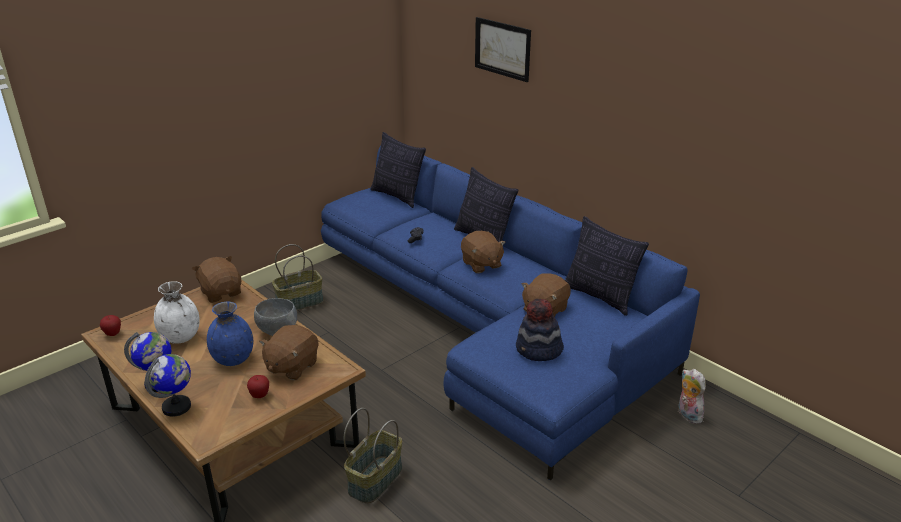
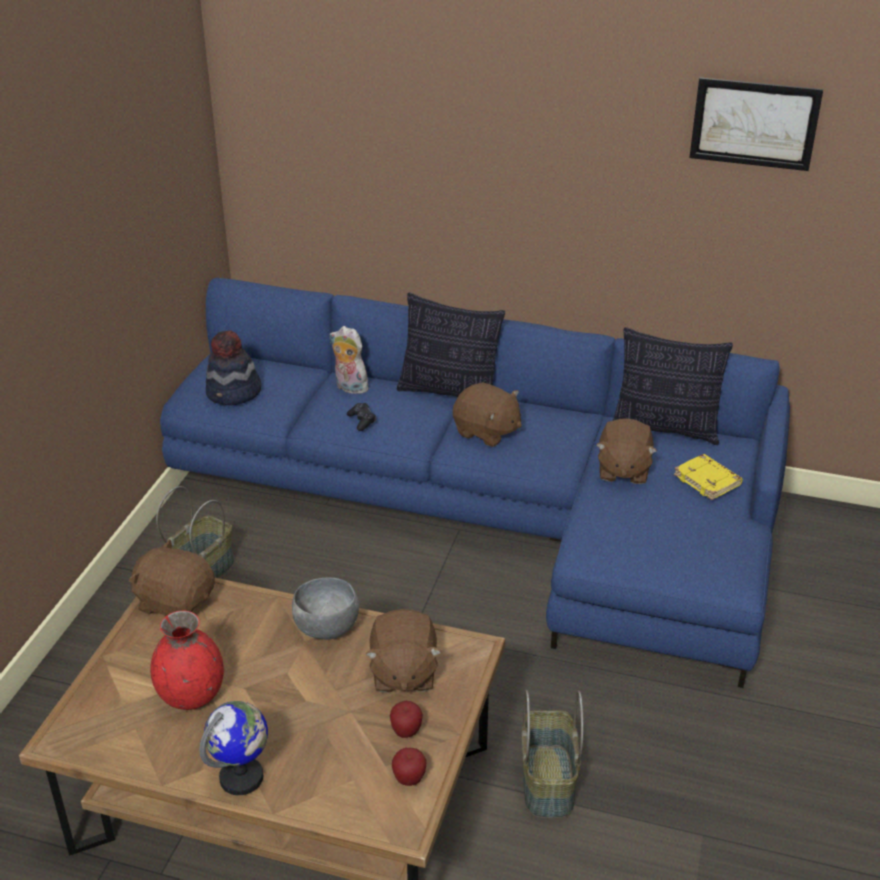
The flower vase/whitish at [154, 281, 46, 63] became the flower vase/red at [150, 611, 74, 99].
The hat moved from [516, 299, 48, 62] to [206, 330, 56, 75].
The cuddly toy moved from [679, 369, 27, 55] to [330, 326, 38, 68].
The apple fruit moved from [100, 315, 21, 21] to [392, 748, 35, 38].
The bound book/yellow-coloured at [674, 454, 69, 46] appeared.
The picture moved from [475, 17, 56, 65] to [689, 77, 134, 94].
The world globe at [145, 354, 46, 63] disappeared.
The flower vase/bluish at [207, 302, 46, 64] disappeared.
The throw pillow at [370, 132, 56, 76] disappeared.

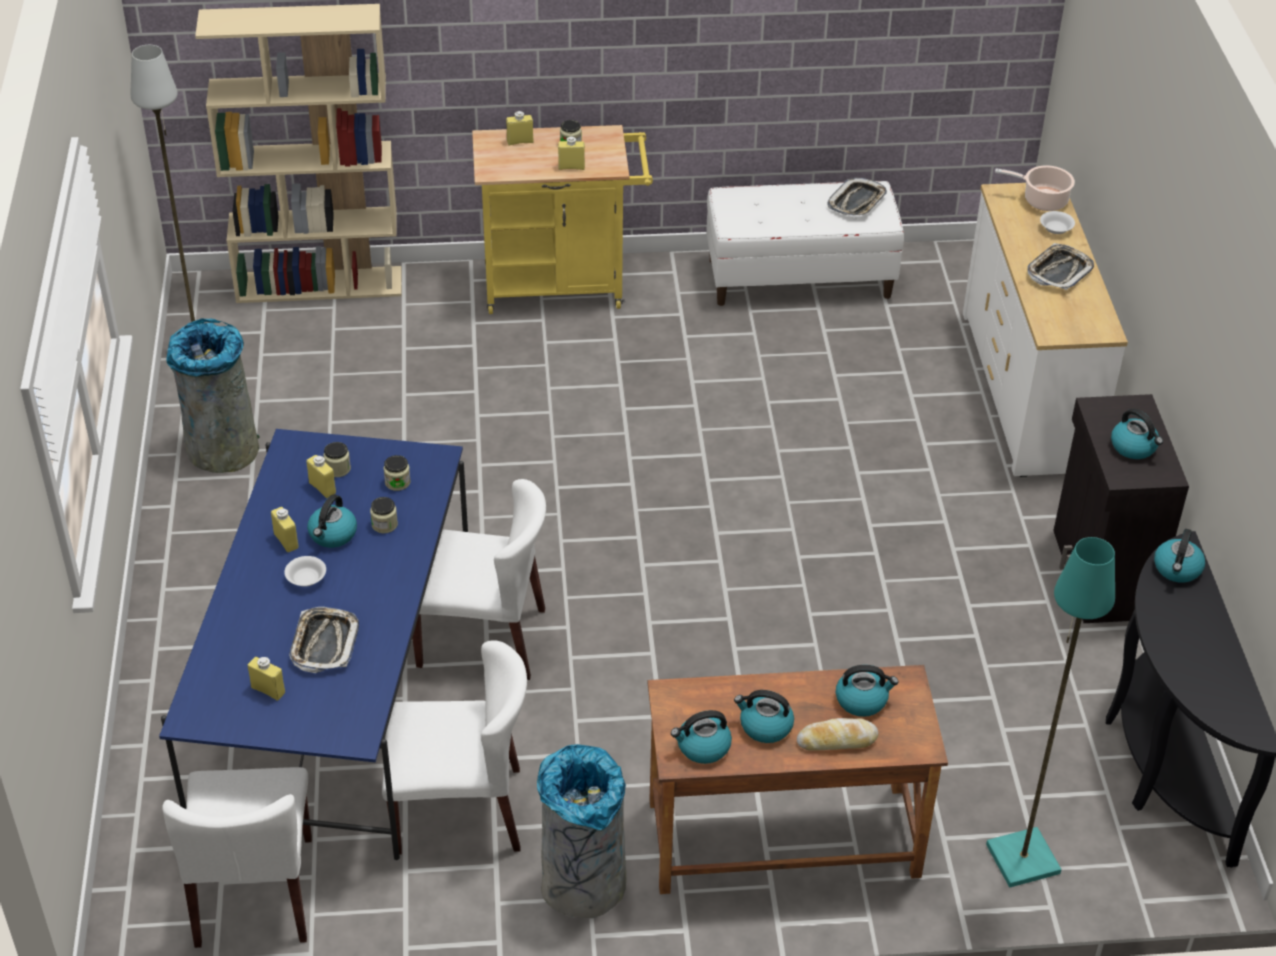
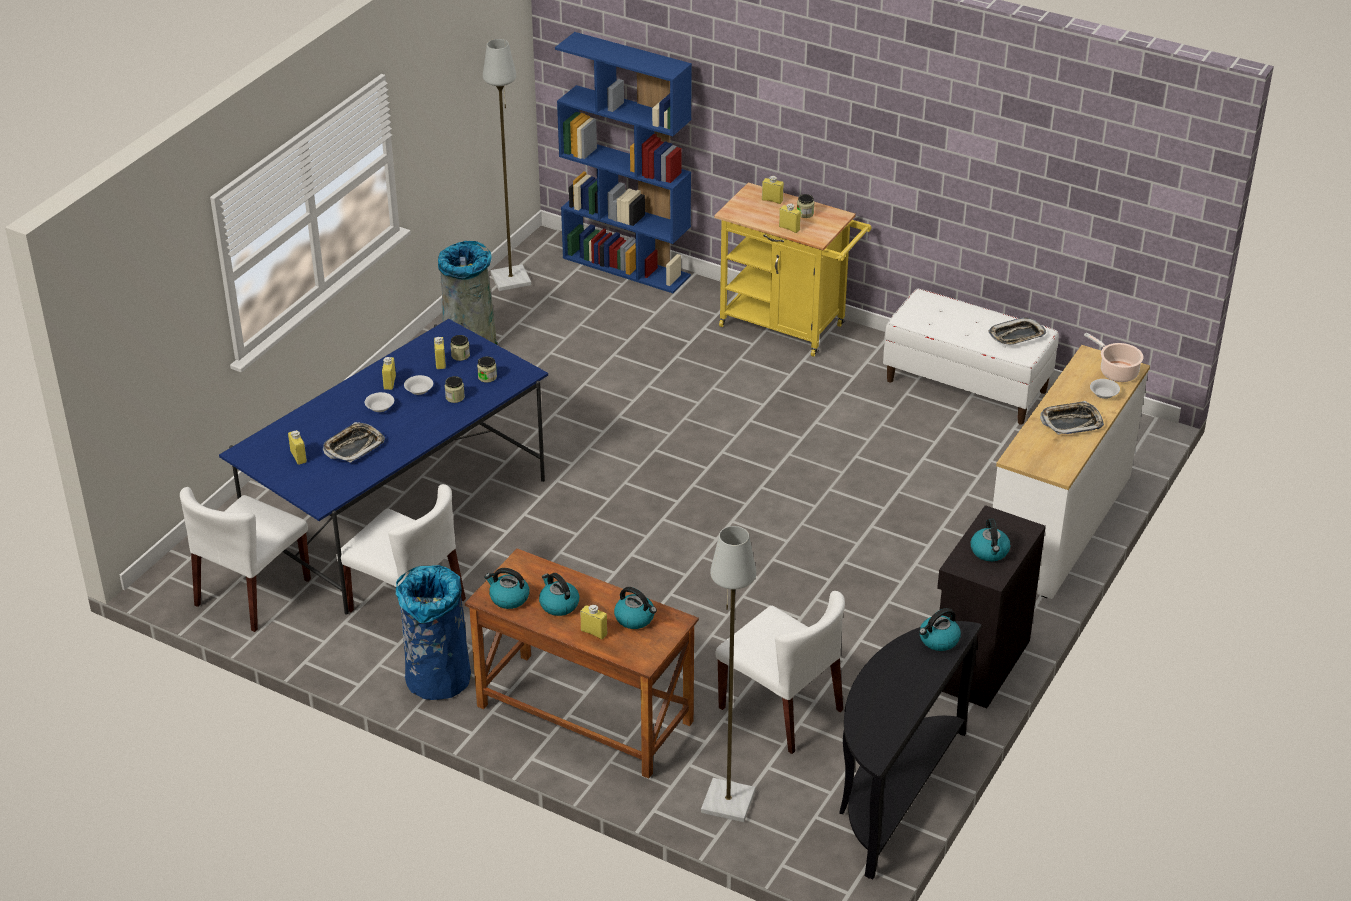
The trash can/grey at [537, 744, 89, 174] became the trash can/bluish at [396, 565, 75, 135].
The water kettle at [307, 494, 50, 54] was replaced by the deep dish/whitish at [404, 375, 29, 20].
The bookcase/sand-coloured at [195, 4, 207, 299] became the bookcase/bluish at [555, 32, 137, 261].
The bread at [797, 718, 82, 33] was replaced by the bottle/yellow-coloured at [580, 605, 27, 34].
The floor lamp/turquoise-coloured at [986, 537, 129, 350] became the floor lamp/grey at [701, 526, 55, 296].
The upright chair/whitish moved from [412, 479, 134, 201] to [715, 591, 130, 163].

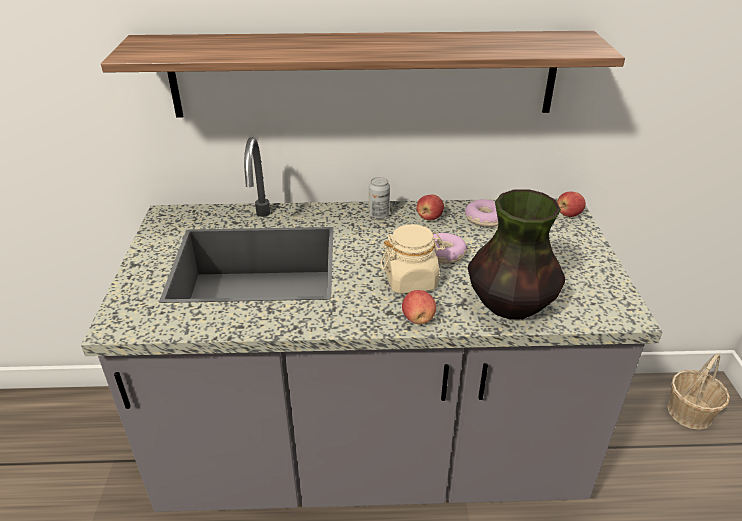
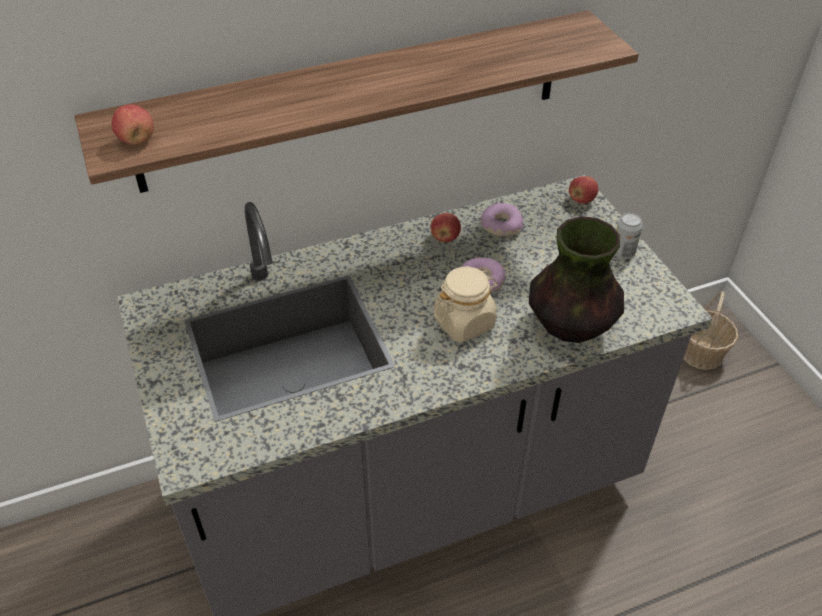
The apple fruit moved from [402, 290, 34, 34] to [112, 104, 42, 41].
The sealed can moved from [369, 177, 21, 42] to [615, 213, 28, 46].

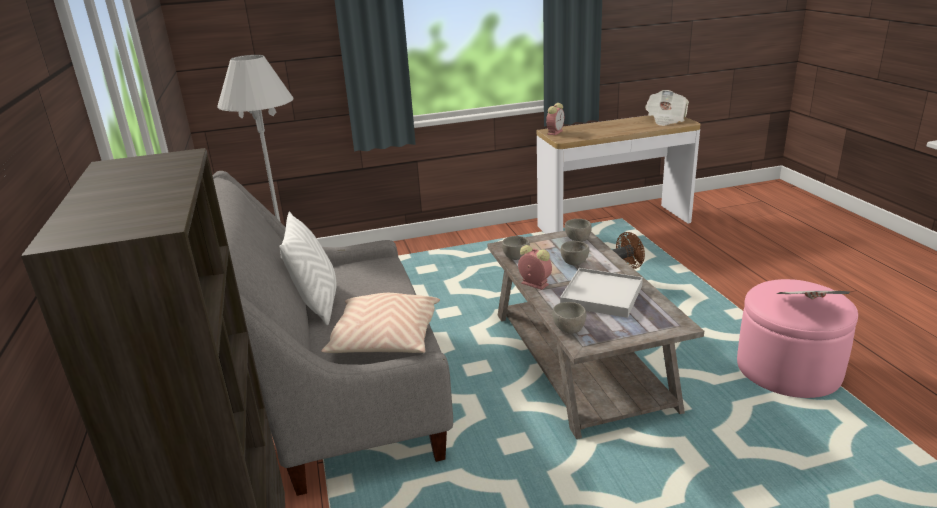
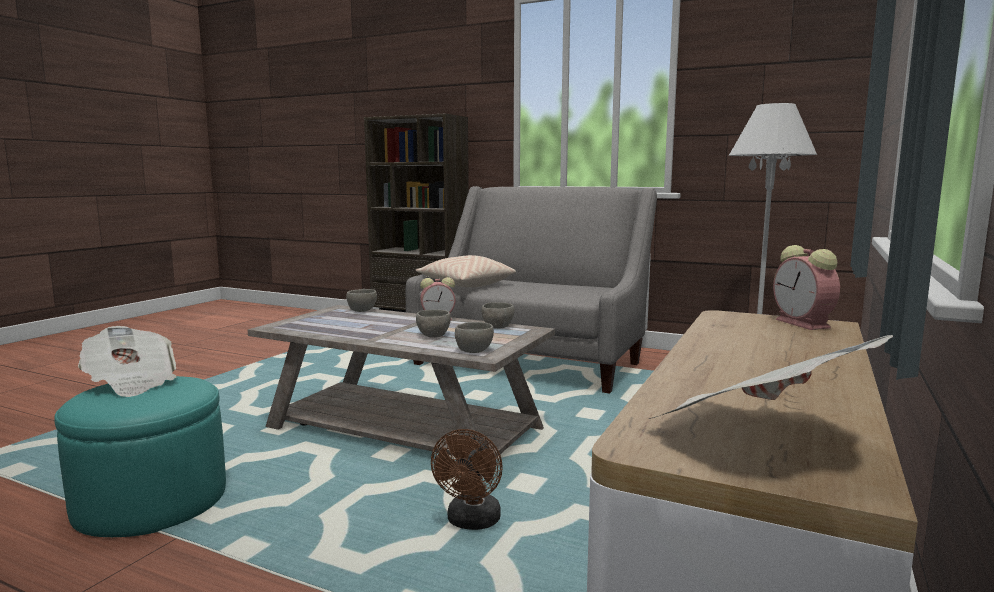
The ottoman/pink-coloured at [737, 279, 121, 119] became the ottoman/turquoise-coloured at [55, 376, 171, 161].
The throw pillow/whitish at [279, 211, 58, 114] disappeared.
The serving tray/whitish at [560, 268, 83, 50] disappeared.

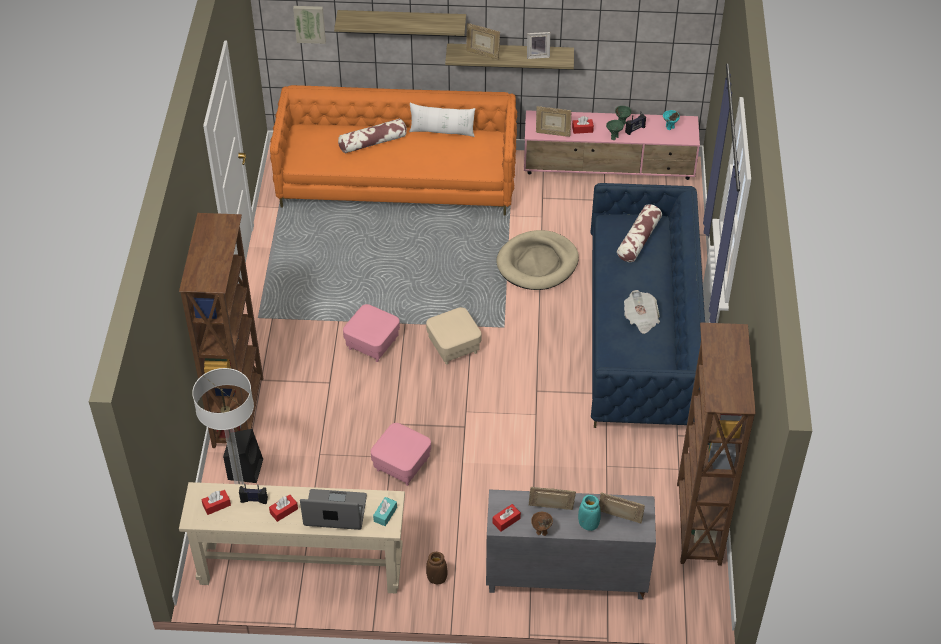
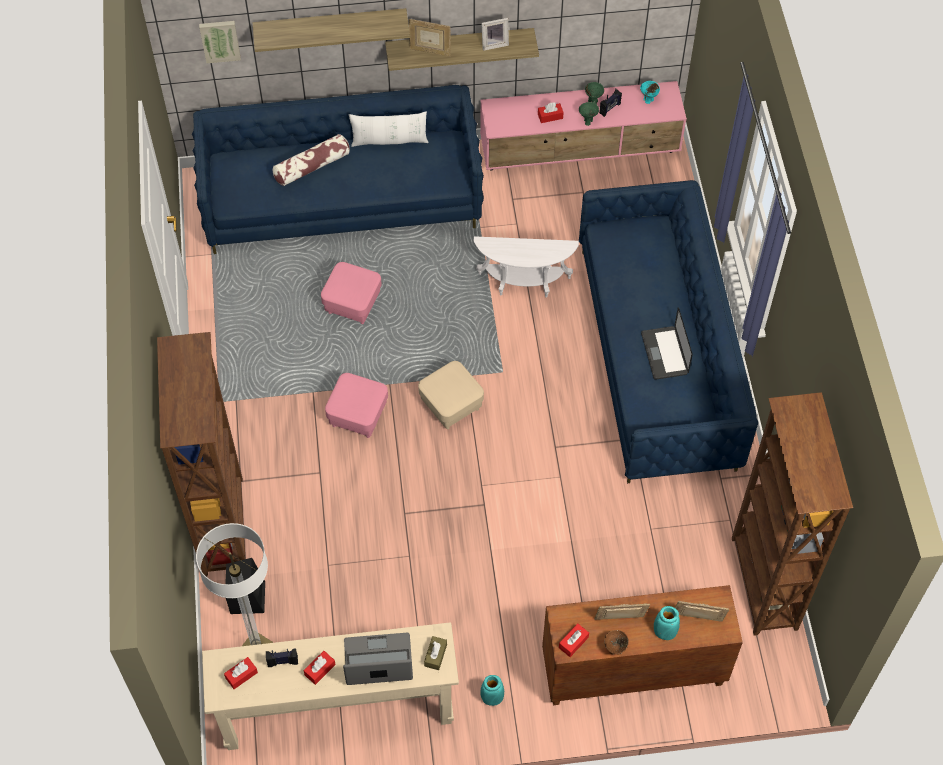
The settee/orange at [270, 85, 247, 131] became the settee/bluish at [192, 85, 292, 169].
The ottoman/pink-coloured moved from [371, 423, 60, 63] to [321, 262, 61, 62].
The box of tissues/turquoise-coloured at [373, 497, 24, 29] became the box of tissues/brown at [424, 636, 23, 34].
The dog bed/sand-coloured at [496, 230, 83, 60] was replaced by the end table/whitish at [474, 236, 105, 61].
The flower vase/brown at [426, 552, 21, 32] became the flower vase/turquoise-coloured at [480, 675, 24, 31].
The cabinet/grey at [486, 489, 170, 110] became the cabinet/brown at [542, 585, 201, 120].
The printed paper at [624, 290, 36, 44] was replaced by the notebook computer at [641, 307, 52, 73].
The photo frame at [536, 106, 36, 31] disappeared.
The throw pillow at [617, 204, 45, 58] disappeared.

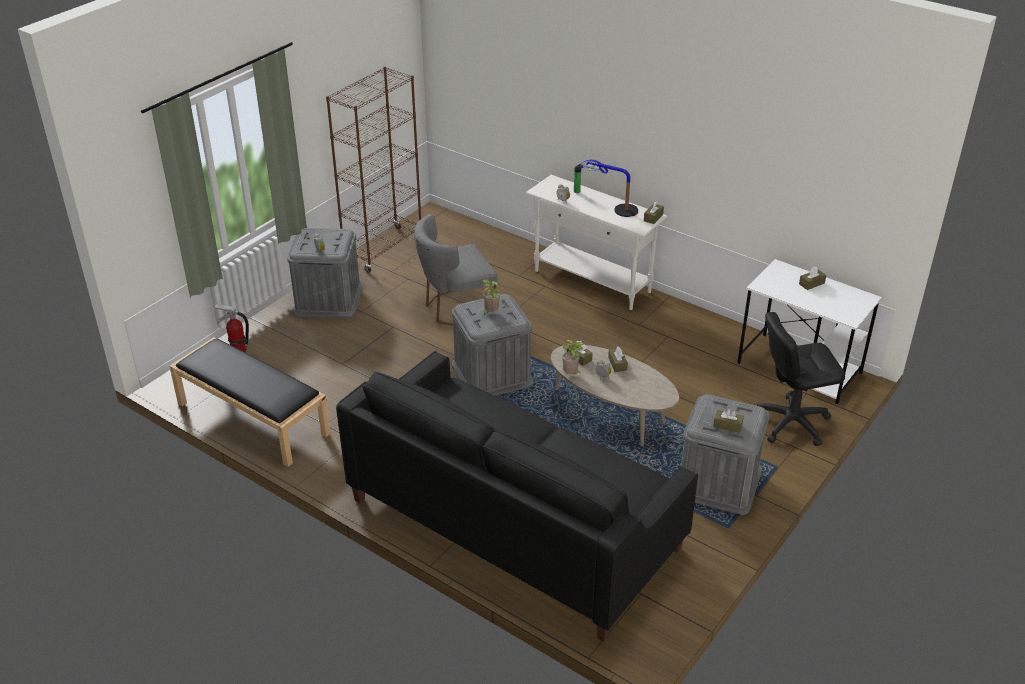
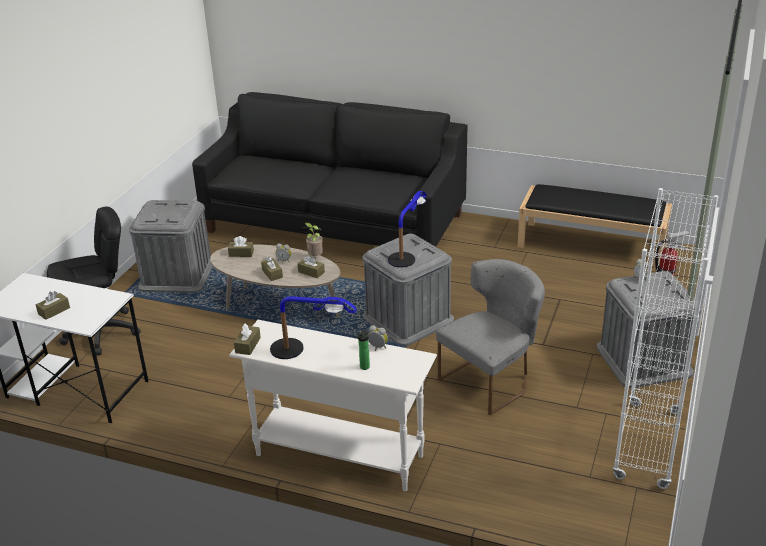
The box of tissues/brown moved from [713, 409, 31, 24] to [228, 236, 26, 21].
The potted plant at [481, 279, 19, 37] was replaced by the table lamp at [388, 191, 39, 77].
The bookcase/brown at [326, 66, 95, 206] became the bookcase/whitish at [612, 188, 107, 301].

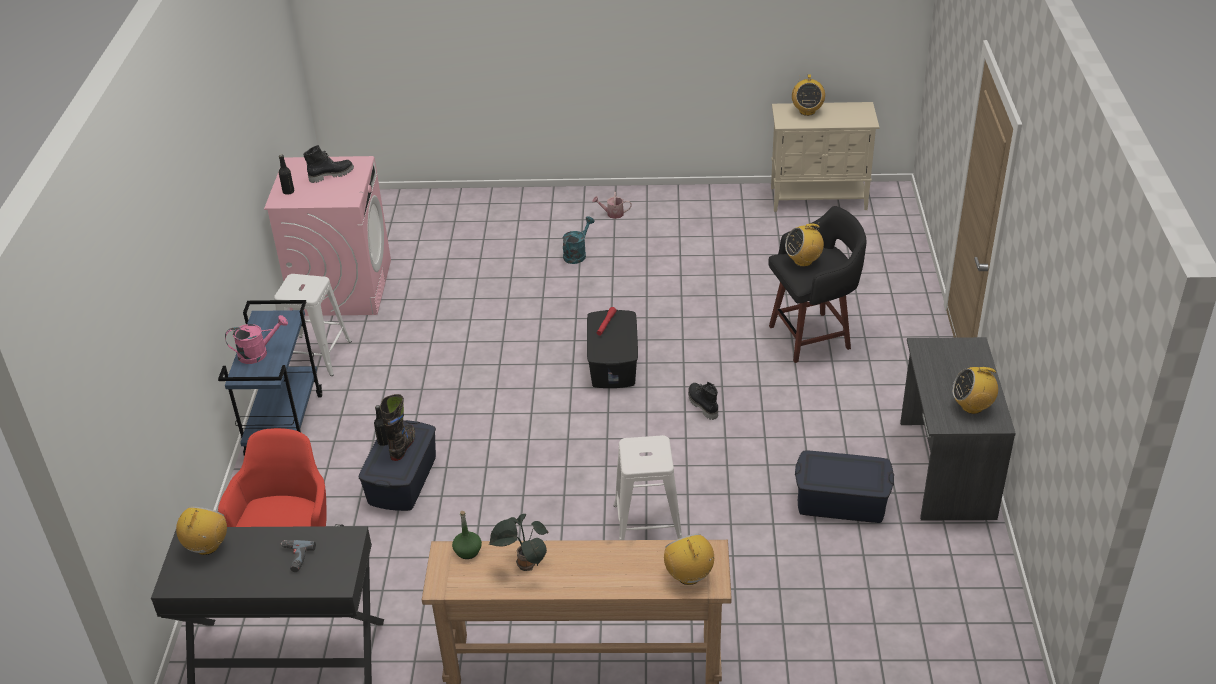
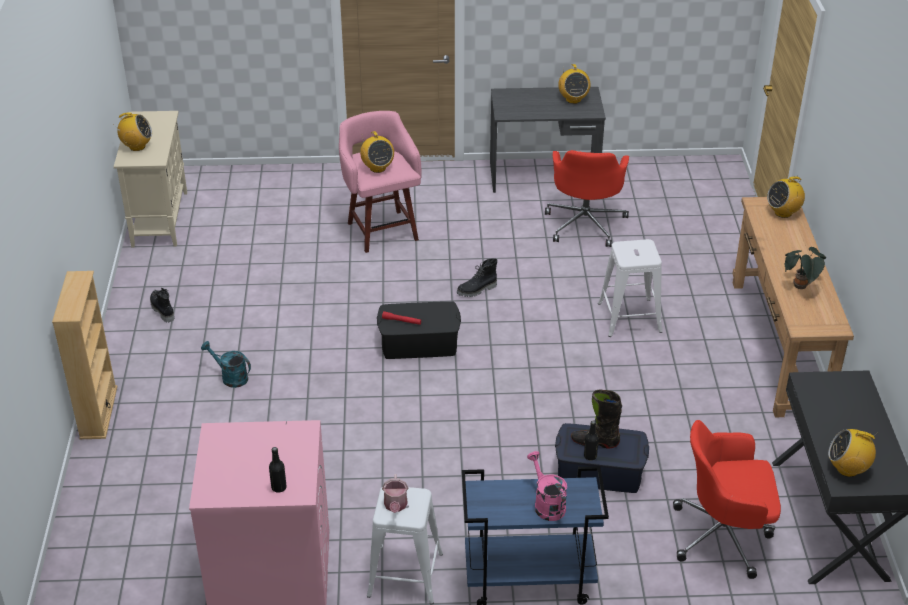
The bookcase/sand-coloured at [52, 271, 65, 168] appeared.
The tall boot/black moved from [303, 145, 51, 38] to [150, 288, 24, 35].
The sitting stool/black at [768, 206, 98, 157] became the sitting stool/pink-coloured at [339, 111, 83, 142].
The sprinkling can moved from [592, 192, 40, 27] to [382, 474, 26, 39].
The storage bin/bluish at [795, 450, 99, 73] was replaced by the office chair/red at [545, 150, 84, 97].
The electric drill at [281, 540, 35, 32] disappeared.
The bottle/greenish at [452, 511, 30, 48] disappeared.

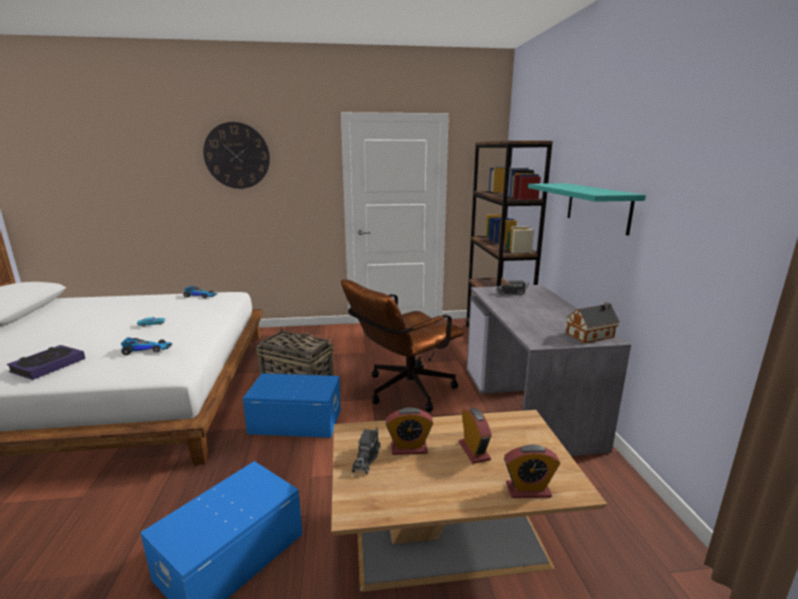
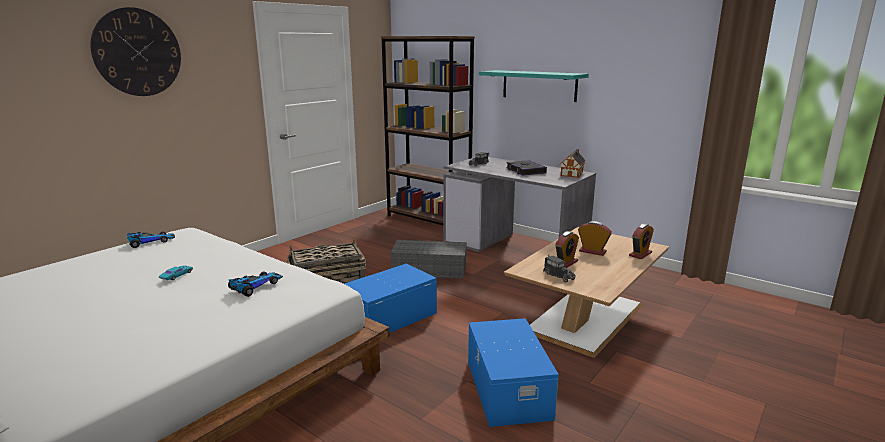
The office chair/brown at [341, 279, 123, 133] was replaced by the storage bin/grey at [390, 240, 77, 39].
The bound book moved from [7, 345, 78, 35] to [506, 160, 41, 15].

